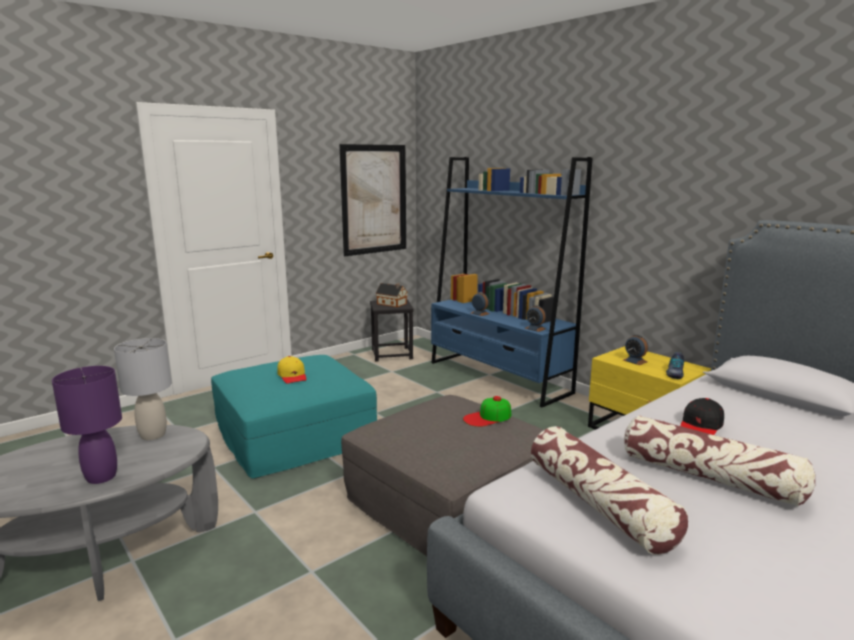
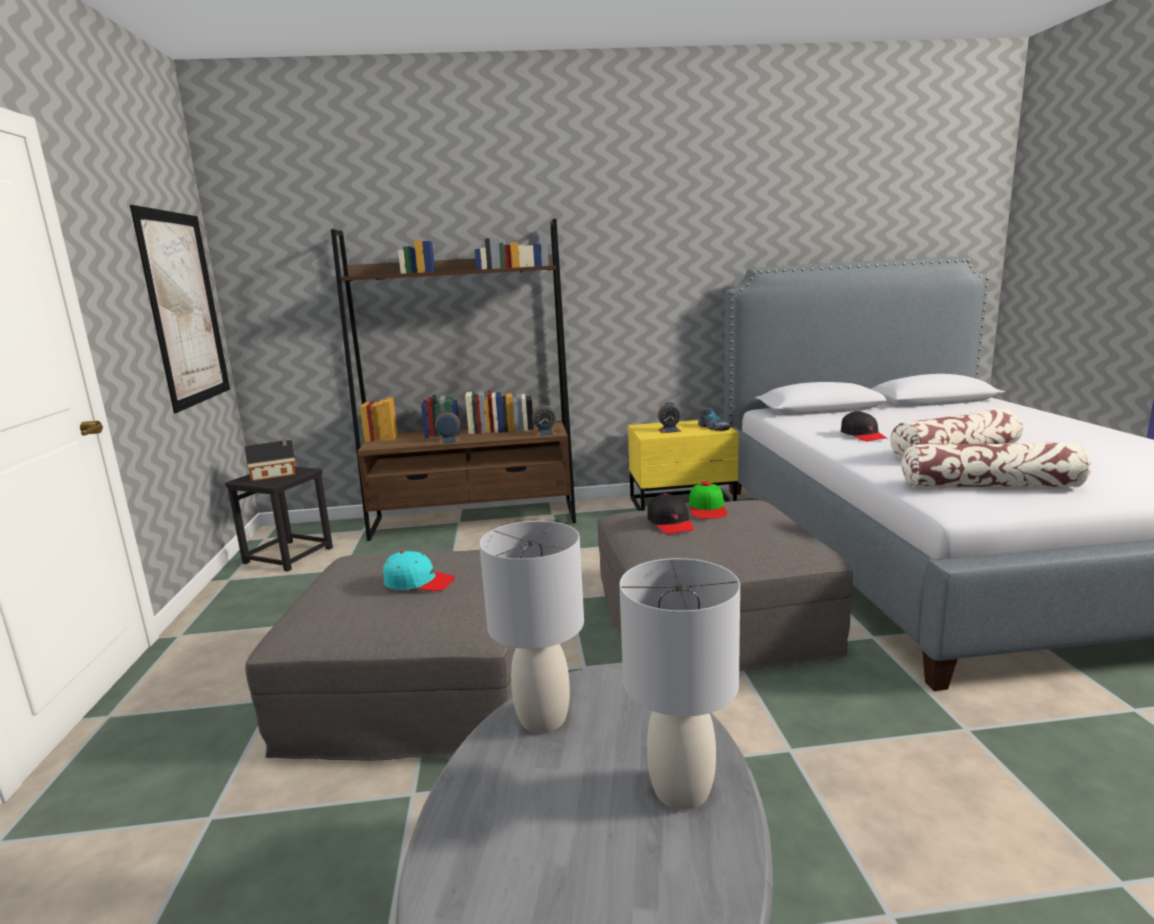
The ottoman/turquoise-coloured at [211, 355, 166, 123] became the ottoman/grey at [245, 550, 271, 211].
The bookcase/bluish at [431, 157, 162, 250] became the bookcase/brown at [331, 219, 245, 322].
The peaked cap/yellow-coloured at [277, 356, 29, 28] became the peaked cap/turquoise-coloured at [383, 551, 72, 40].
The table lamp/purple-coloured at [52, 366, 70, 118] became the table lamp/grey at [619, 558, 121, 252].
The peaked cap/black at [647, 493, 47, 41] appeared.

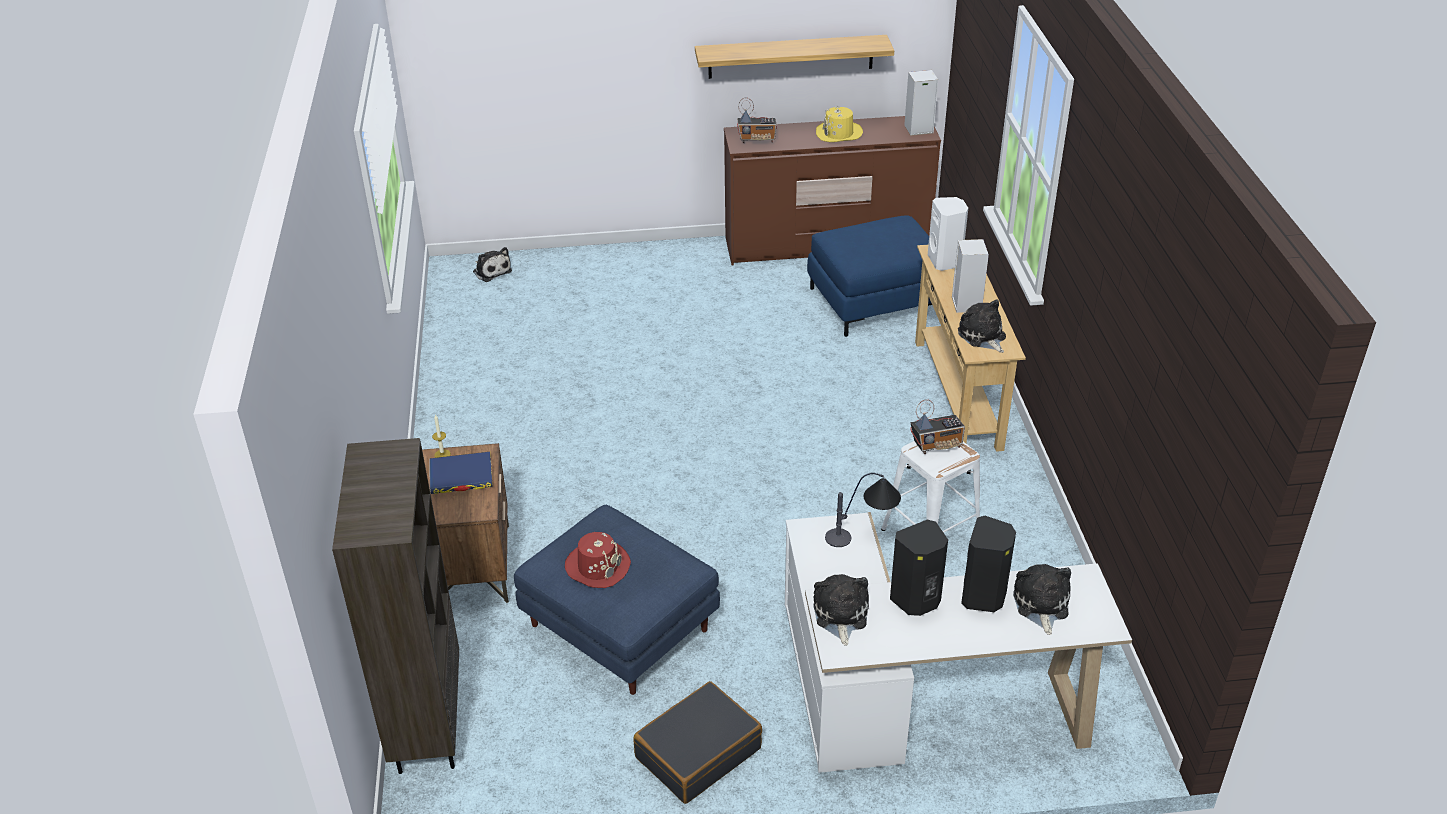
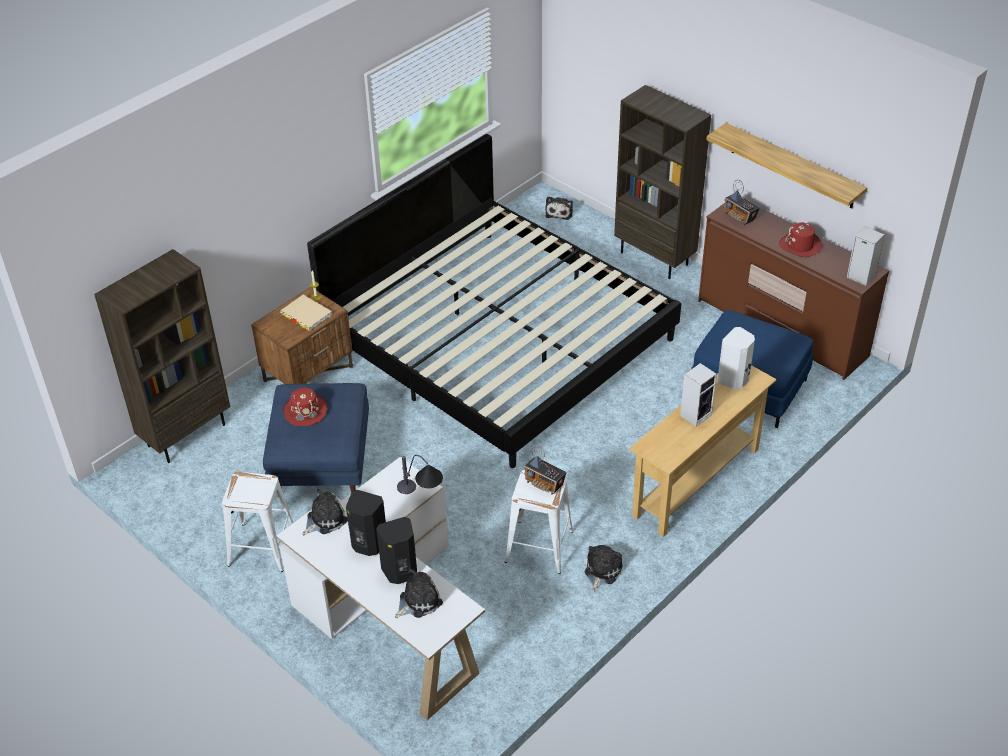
The travel case/black at [634, 681, 128, 123] was replaced by the sitting stool/whitish at [222, 472, 72, 100].
The bound book/bluish at [429, 452, 64, 42] became the bound book/sand-coloured at [280, 295, 52, 36].
The sleeping bed at [307, 134, 374, 334] appeared.
The cuddly toy moved from [958, 299, 48, 54] to [585, 545, 38, 46].
The bookcase/brown at [614, 85, 97, 194] appeared.
The hat/yellow-coloured at [816, 106, 47, 36] became the hat/red at [779, 222, 43, 35].

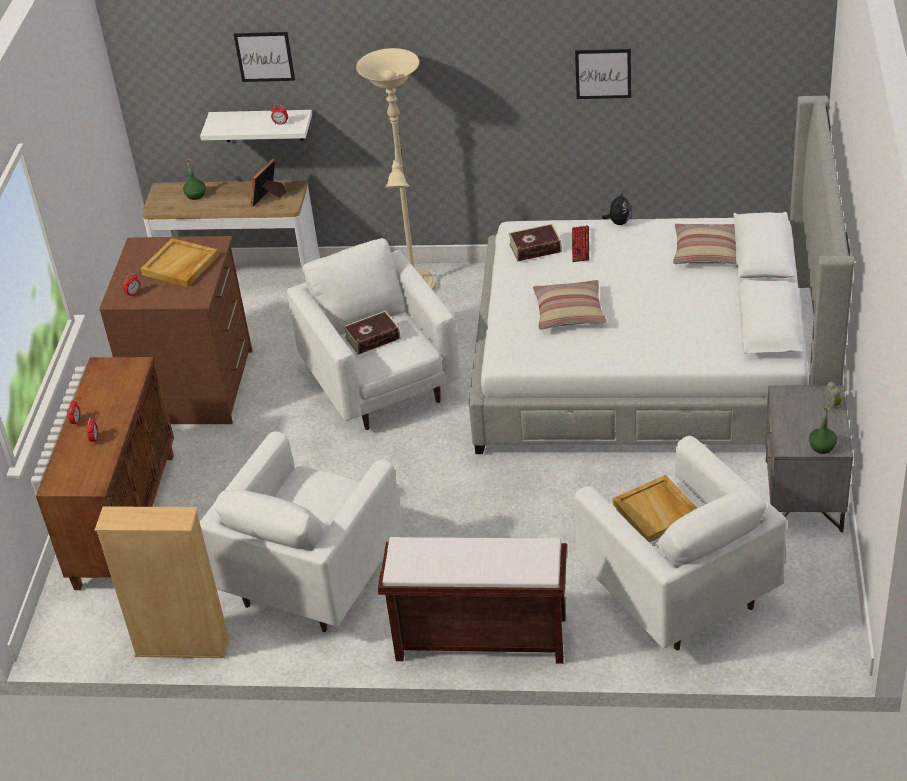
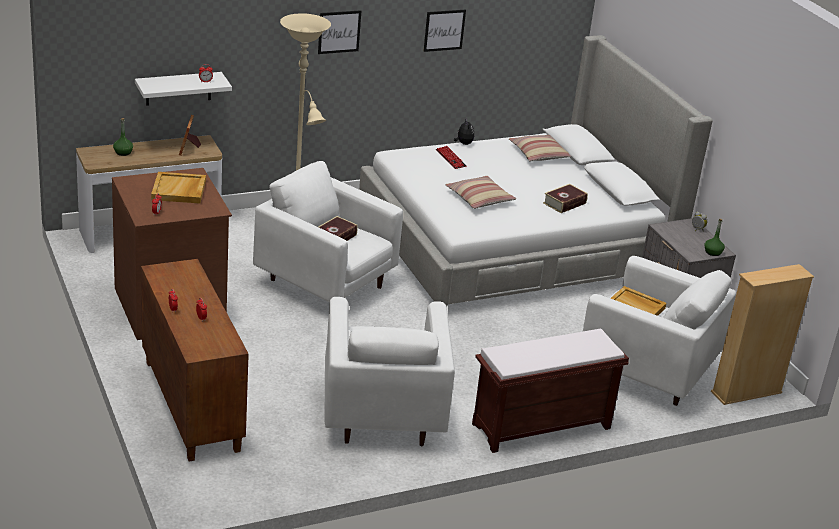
The picture moved from [234, 32, 61, 50] to [318, 10, 43, 44].
The bound book moved from [508, 224, 54, 38] to [543, 184, 45, 29].
The bookcase/sand-coloured moved from [95, 506, 135, 152] to [711, 264, 103, 141].

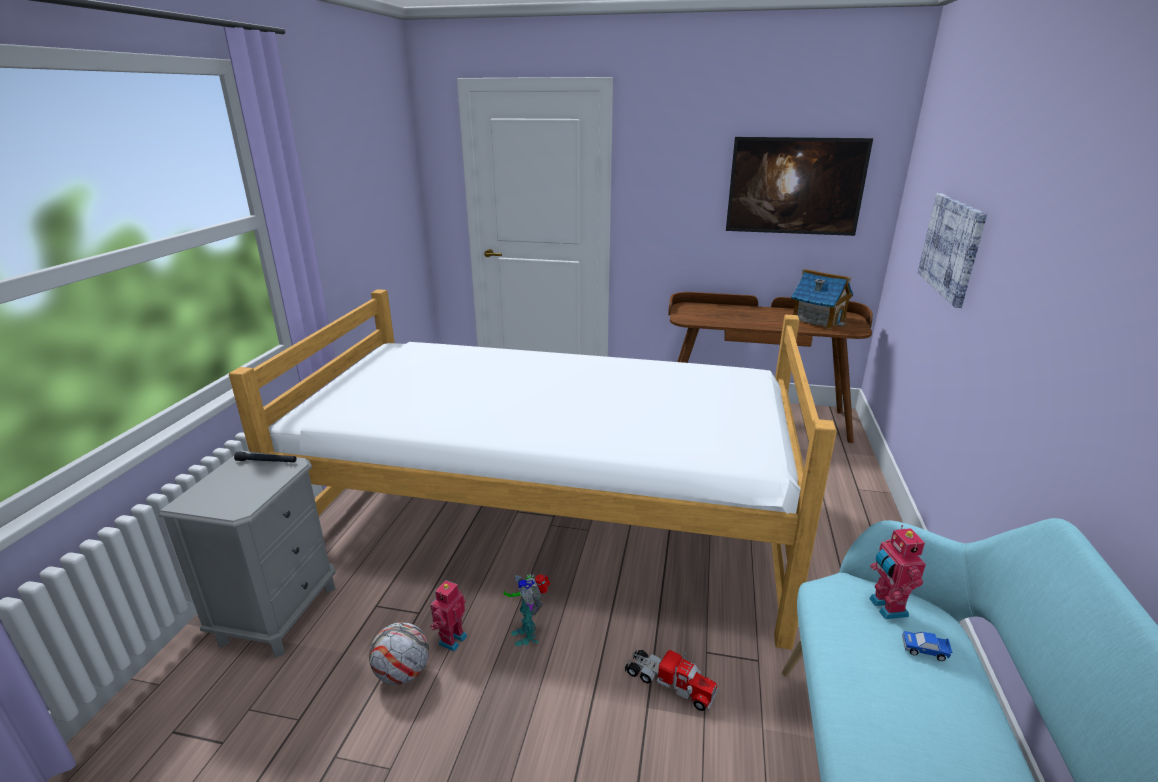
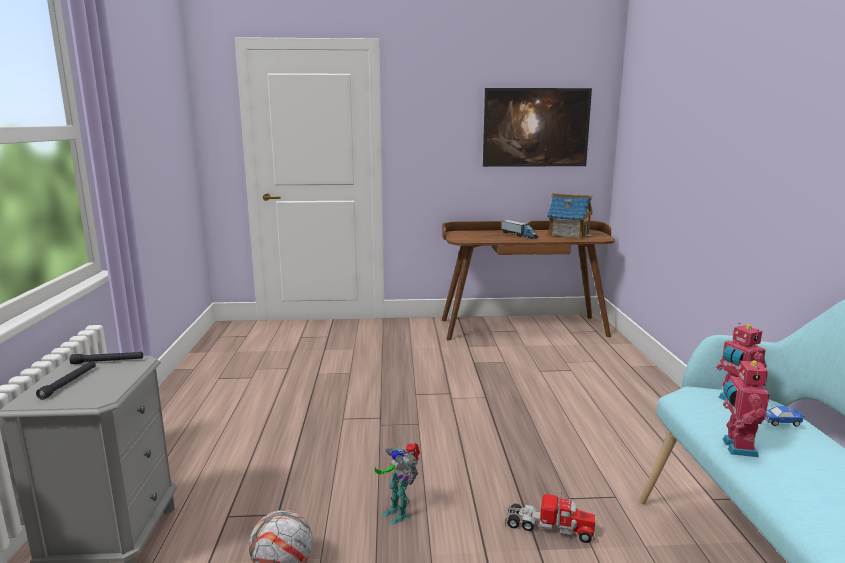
The hand torch/black at [36, 361, 60, 39] appeared.
The model truck at [501, 220, 37, 19] appeared.
The model robot moved from [430, 579, 37, 72] to [723, 357, 47, 100].
The sleeping bed at [229, 289, 608, 361] disappeared.
The picture at [918, 193, 69, 115] disappeared.

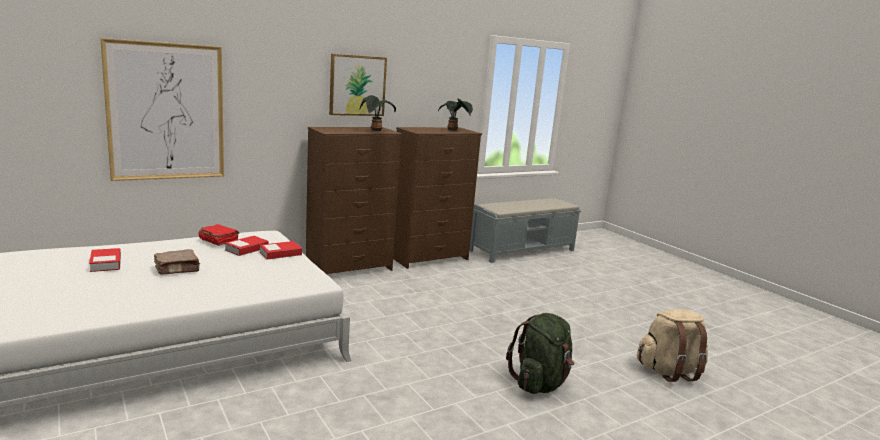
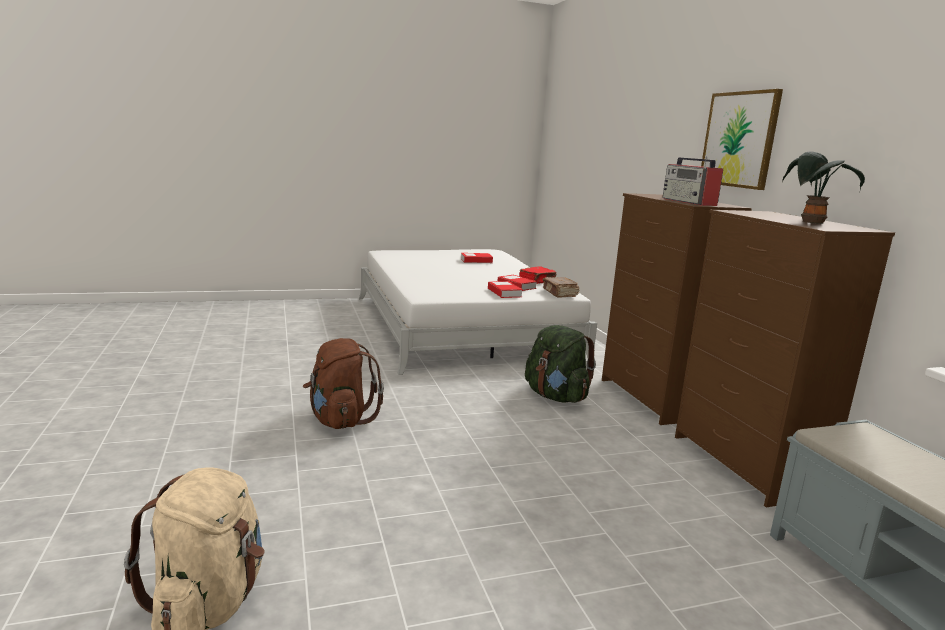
The knapsack/brown at [303, 338, 81, 91] appeared.
The knapsack/greenish moved from [506, 313, 68, 81] to [525, 325, 71, 78].
The bound book/brown moved from [154, 249, 46, 26] to [543, 277, 37, 21].
The potted plant at [360, 95, 36, 36] was replaced by the radio receiver at [663, 157, 60, 49].
The picture at [100, 38, 124, 143] disappeared.

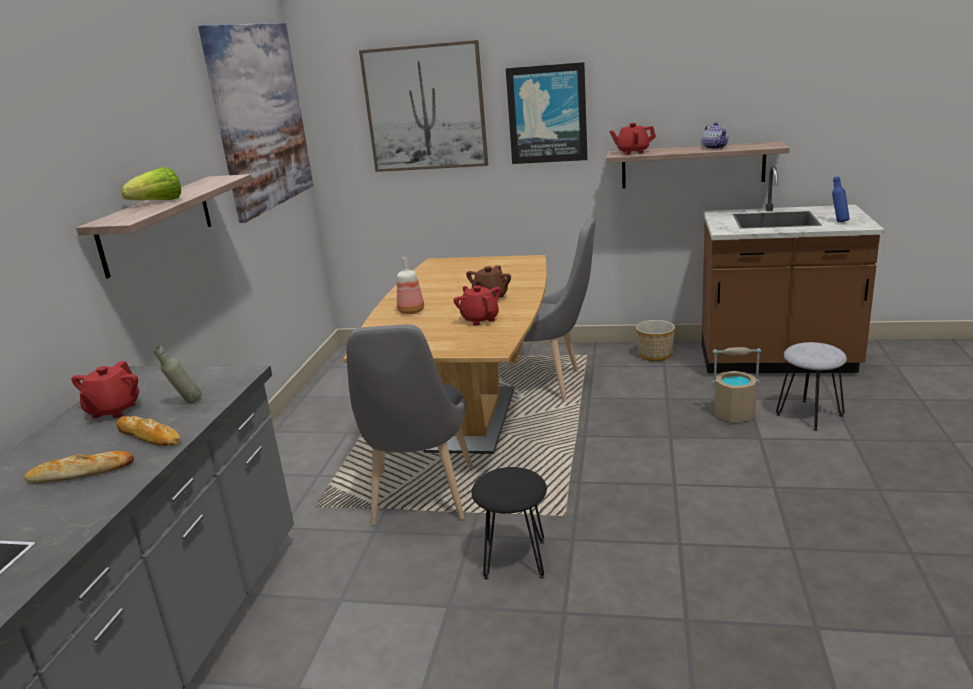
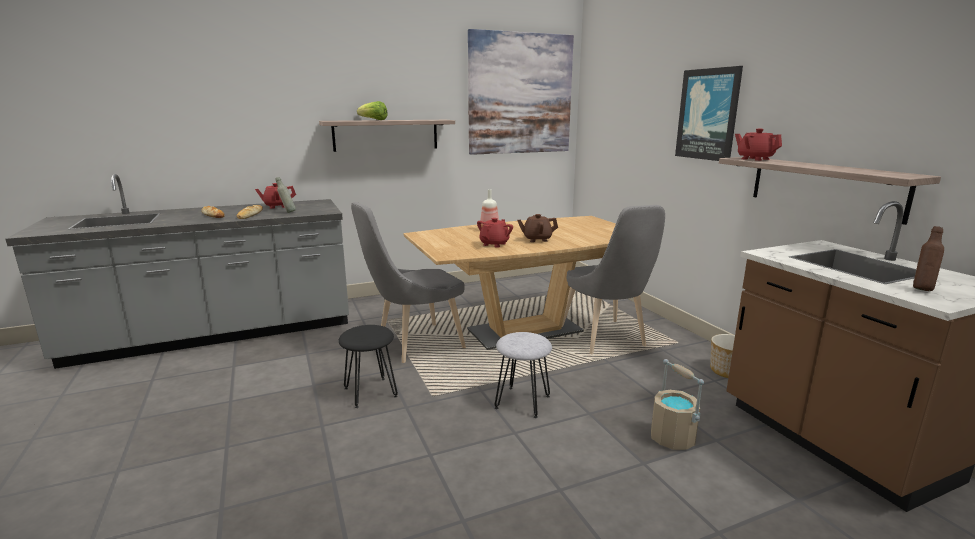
The sitting stool/grey moved from [776, 342, 71, 89] to [495, 332, 57, 86].
The bottle/bluish at [832, 177, 18, 45] became the bottle/brown at [913, 226, 31, 65].
The picture at [359, 40, 129, 132] disappeared.
The tea pot at [702, 122, 27, 27] disappeared.

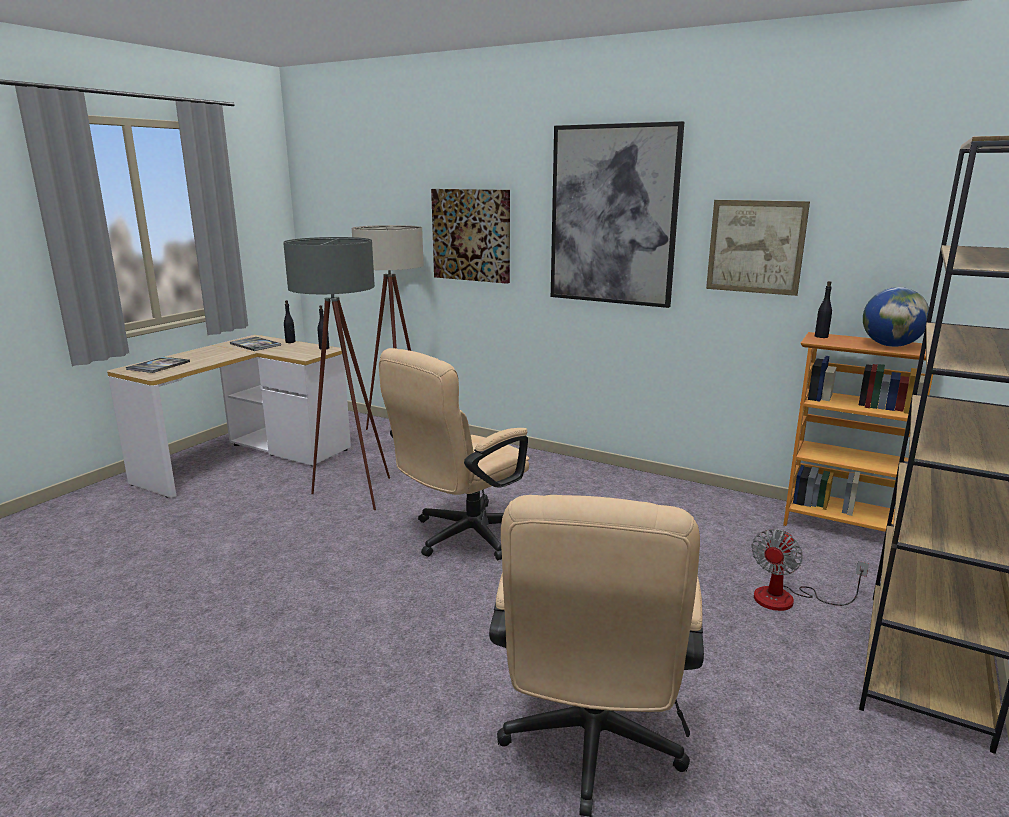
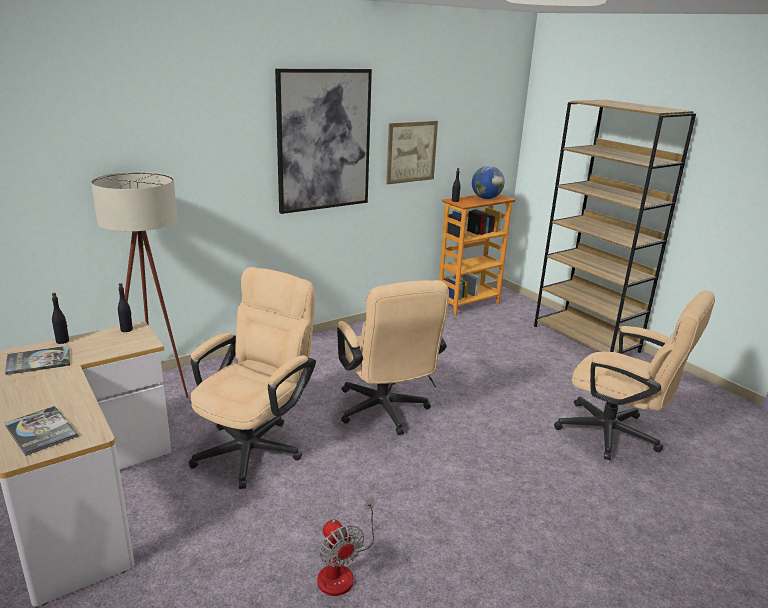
The floor lamp/grey at [283, 237, 107, 273] was replaced by the office chair/sand-coloured at [189, 267, 127, 222].
The cooling fan moved from [751, 529, 118, 82] to [317, 497, 57, 99].
The picture at [431, 189, 79, 95] disappeared.

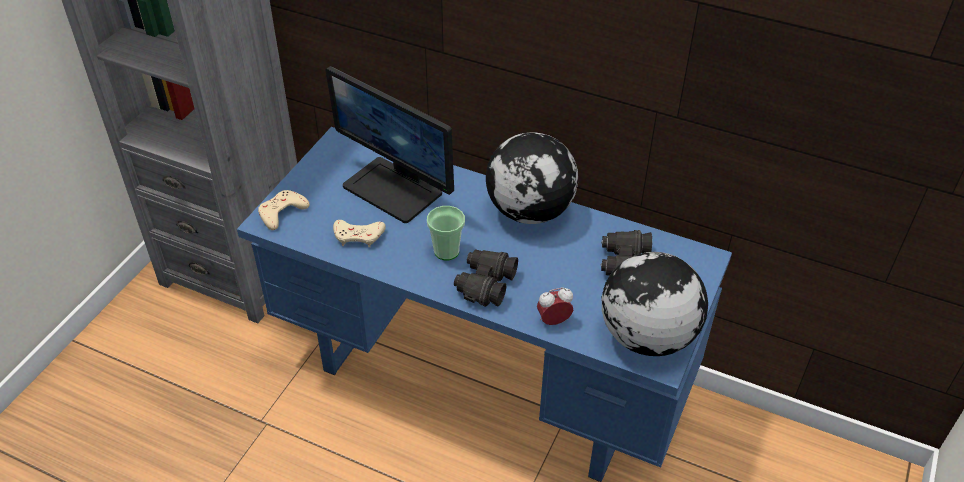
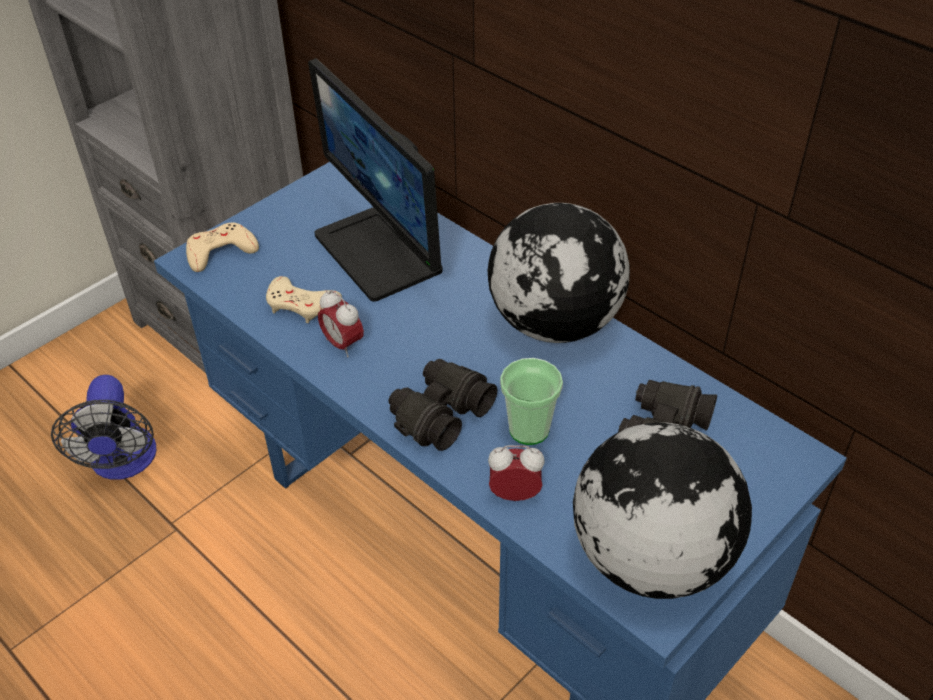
The cooling fan at [51, 375, 105, 105] appeared.
The bedside clock at [318, 290, 46, 67] appeared.
The drinking cup moved from [427, 206, 38, 54] to [500, 358, 63, 87].

